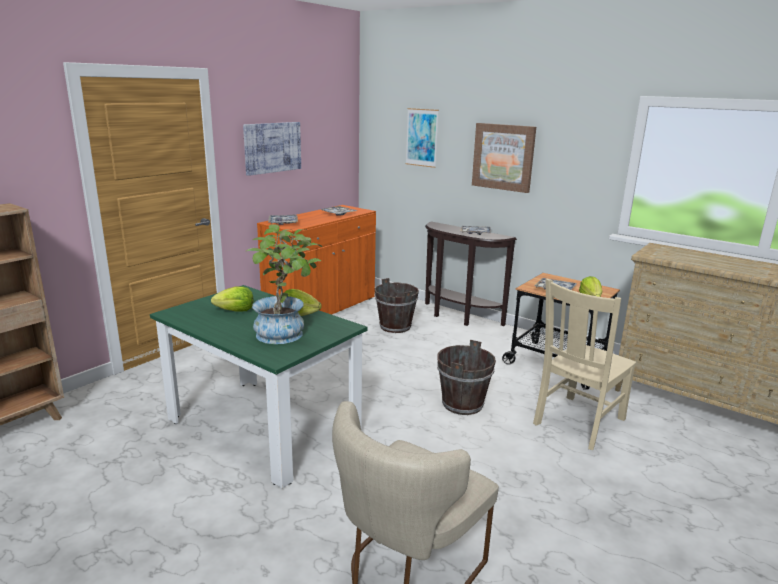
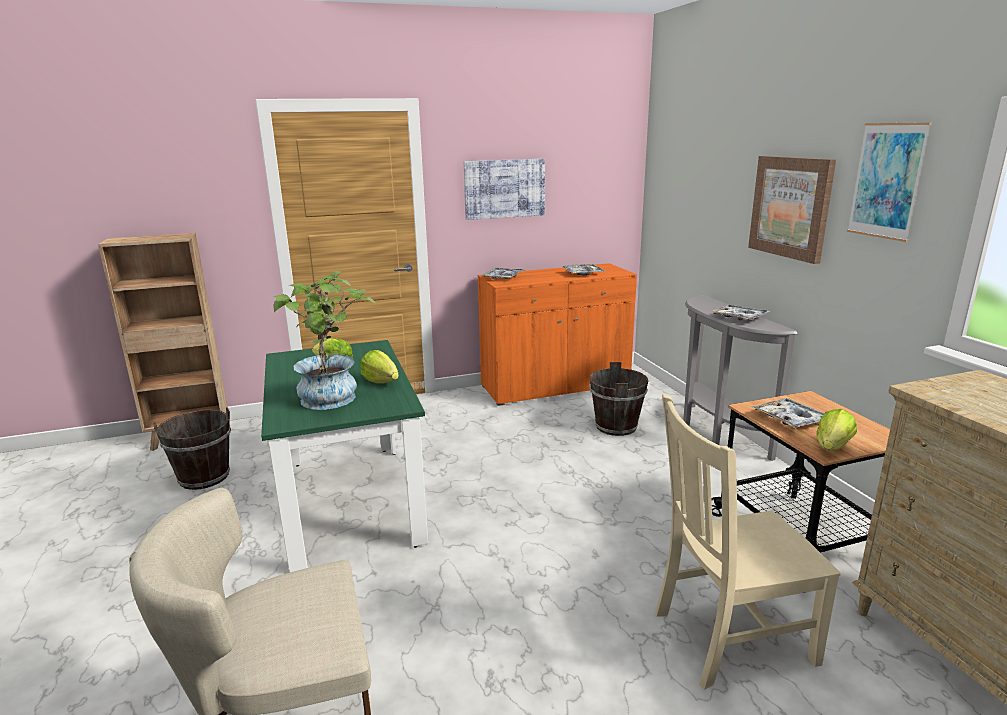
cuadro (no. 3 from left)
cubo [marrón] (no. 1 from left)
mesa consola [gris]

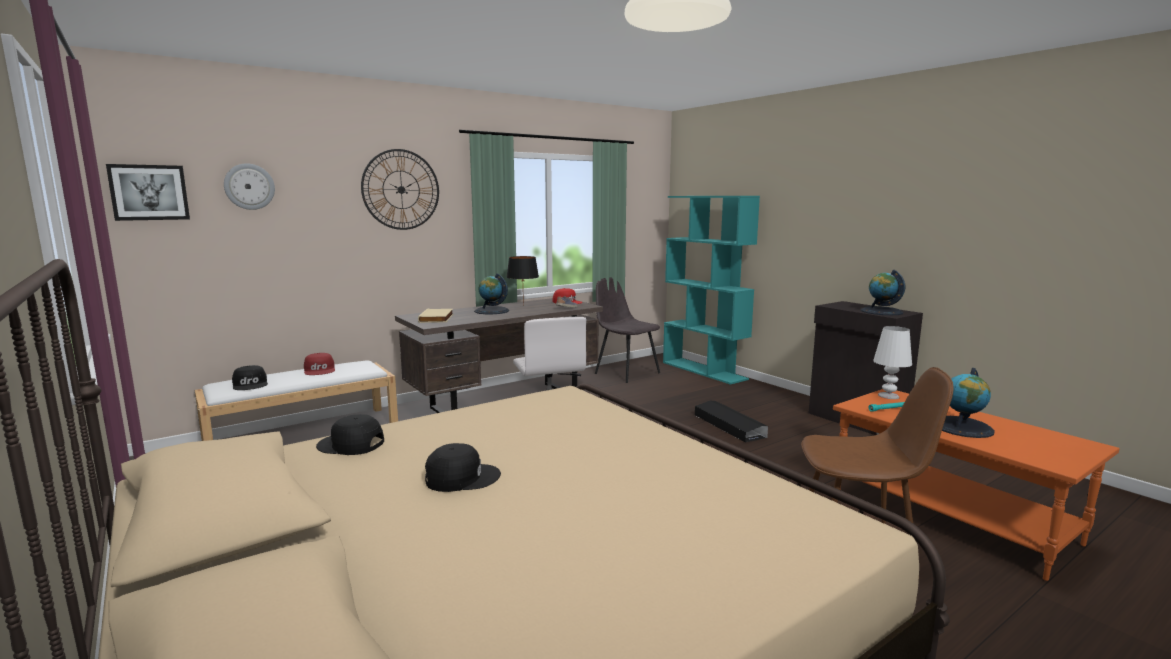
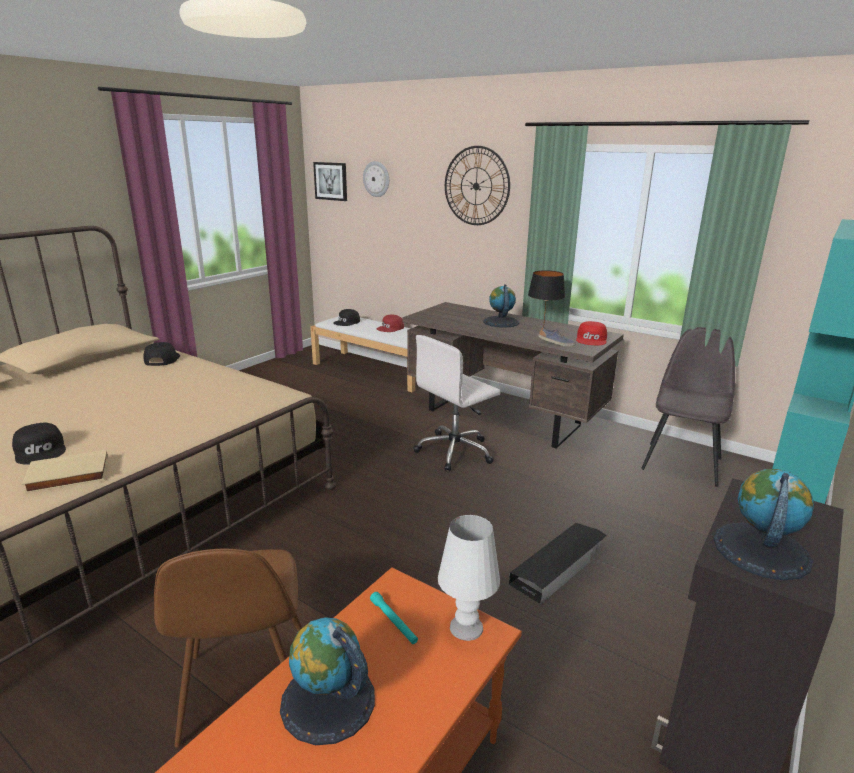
libro [beis]
gorra [negro] (no. 1 from left)

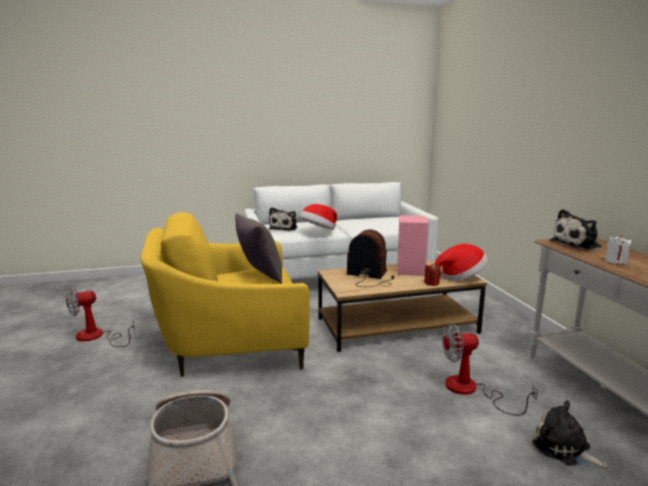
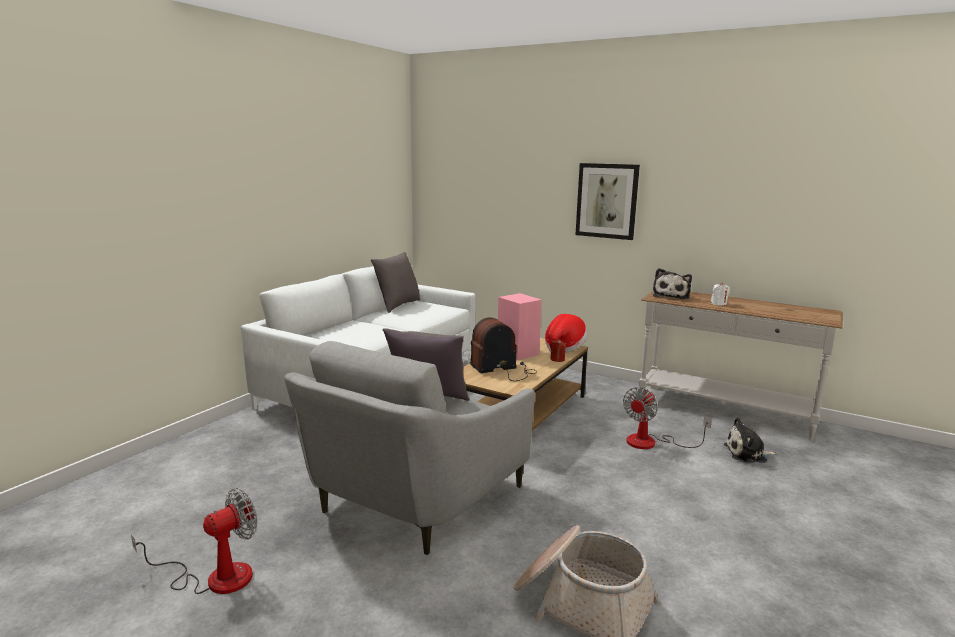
peluche (no. 1 from left in the first image)
sombrero (no. 1 from left in the first image)
cojín [gris] (no. 1 from left)
cuadro
sillón [gris]
ventilador (no. 1 from left)

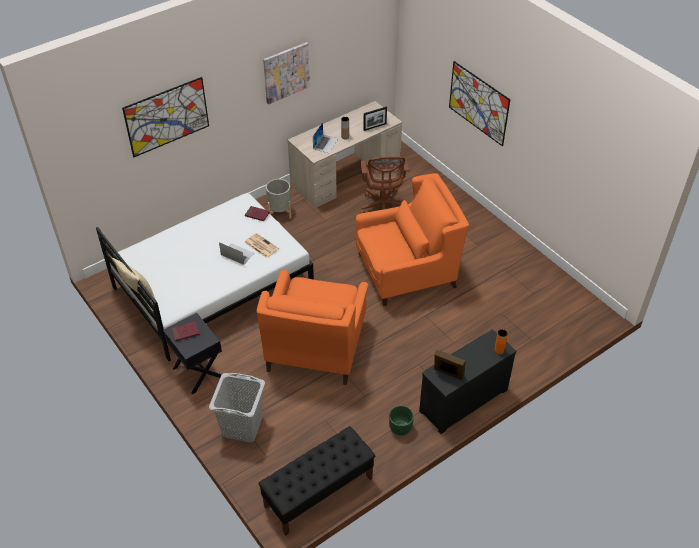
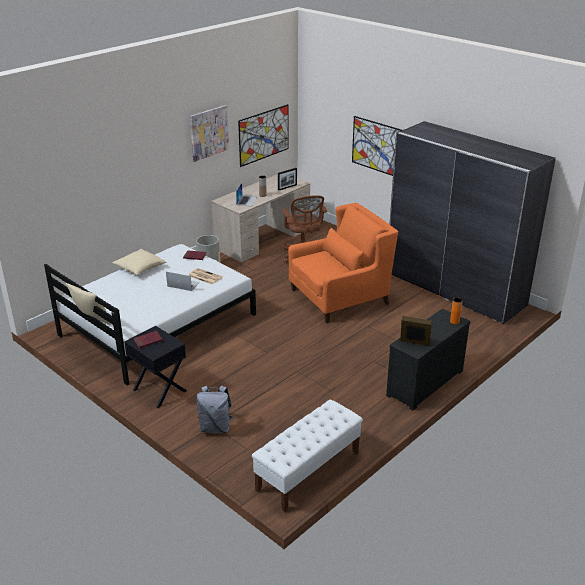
sillón [naranja] (no. 1 from left in the first image)
maceta [verde]
cojín [beis] (no. 2 from left)
armario ropero [gris]
cuadro (no. 2 from left)
mochila [gris]
banco [blanco]

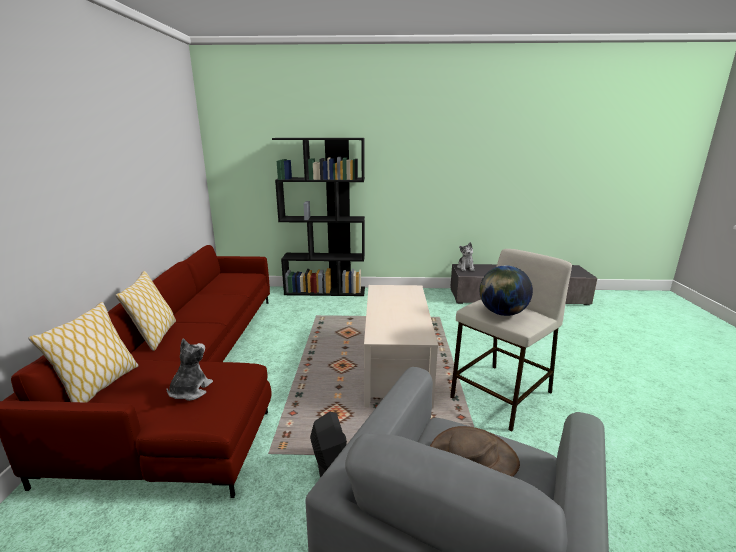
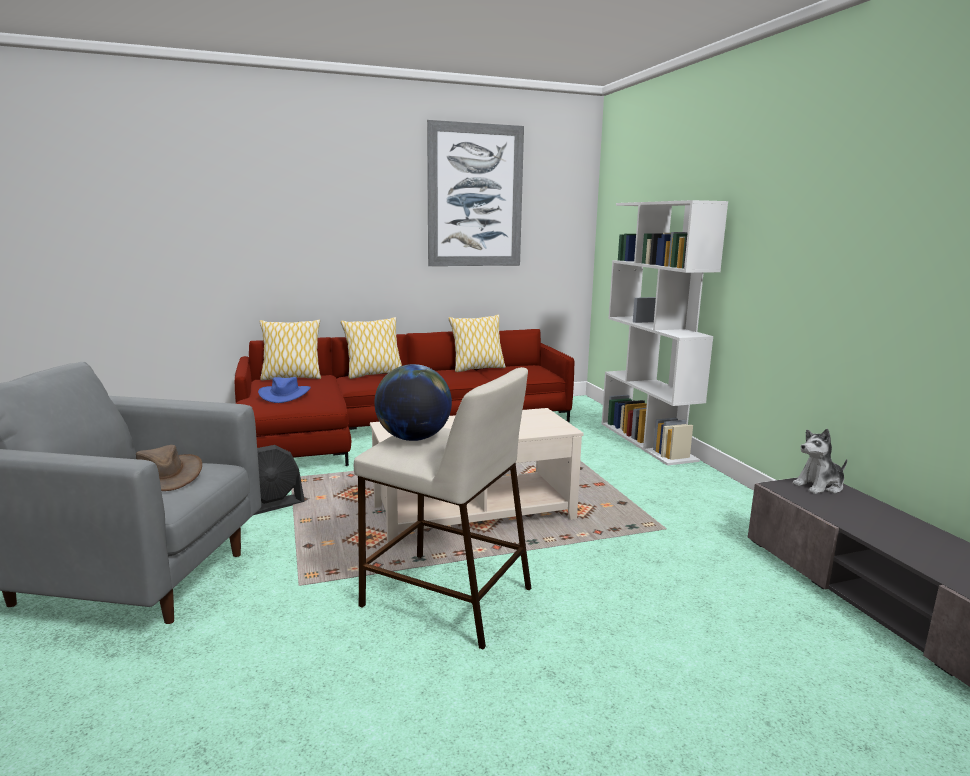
cuadro
cojín (no. 3 from left)
sombrero [azul]
estantería [blanco]

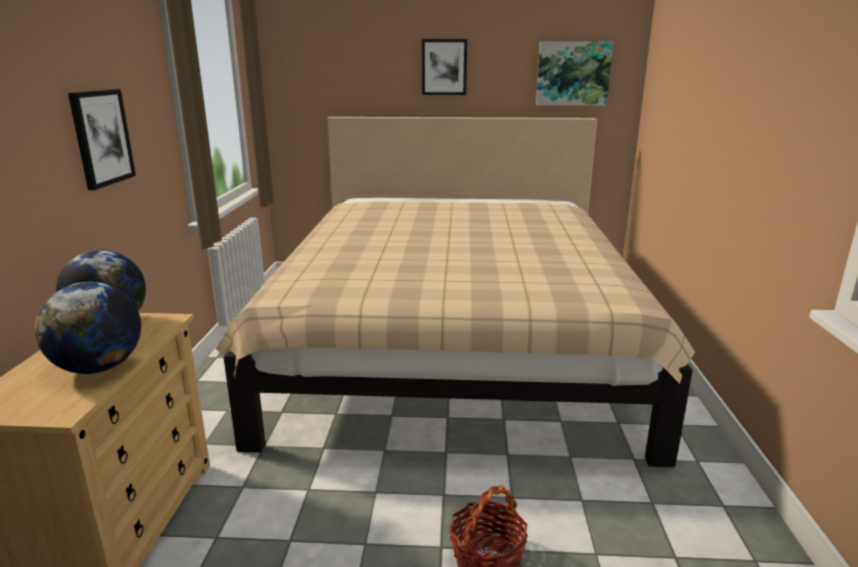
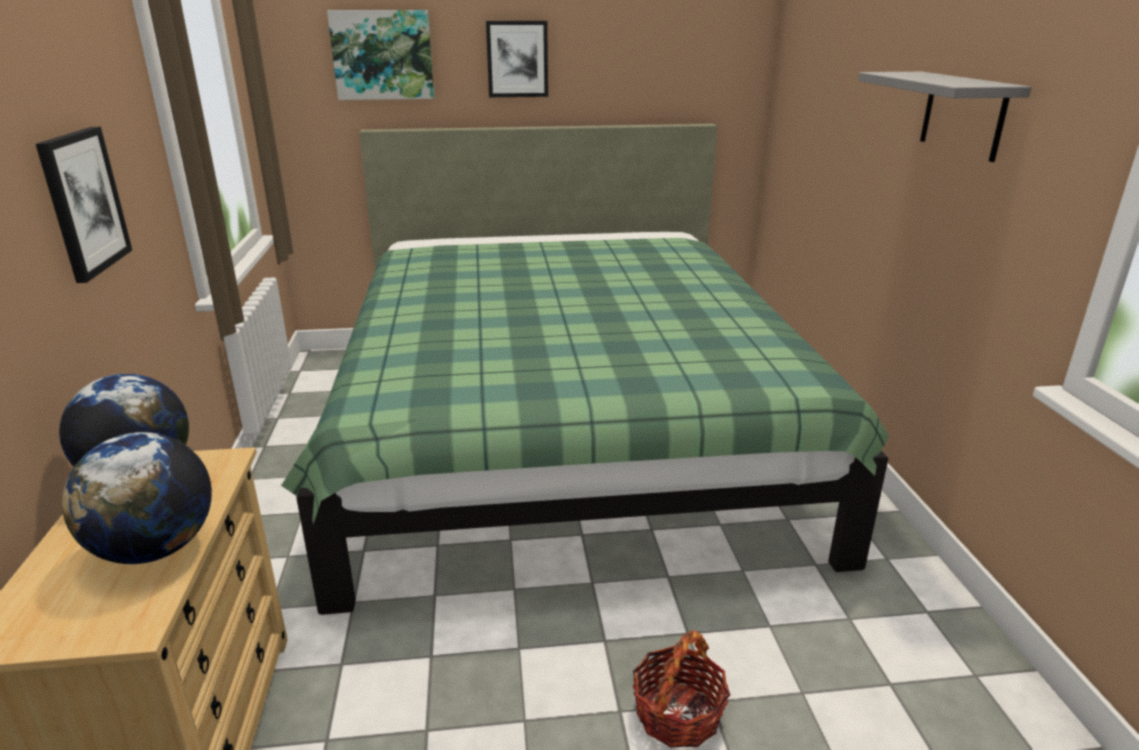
estante [gris]
cuadro (no. 2 from left)
cama [verde]

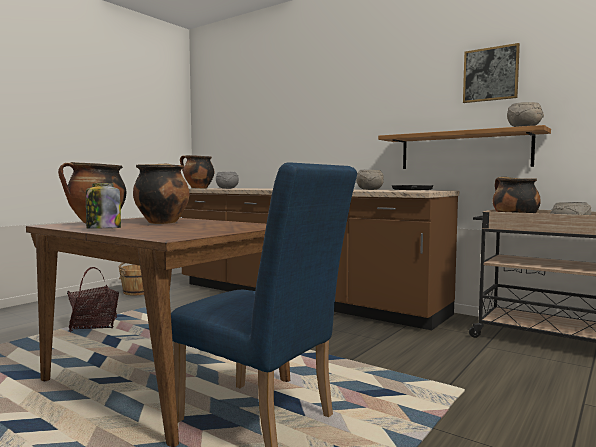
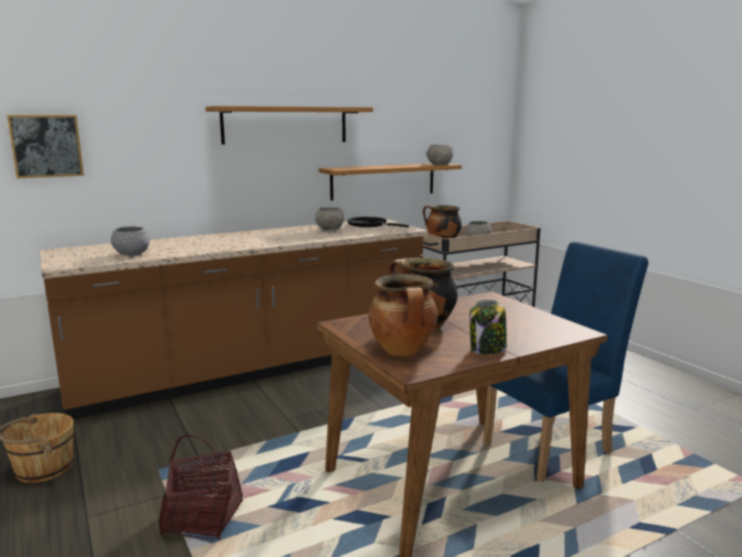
olla (no. 3 from left in the first image)
estante (no. 1 from left)
cuadro

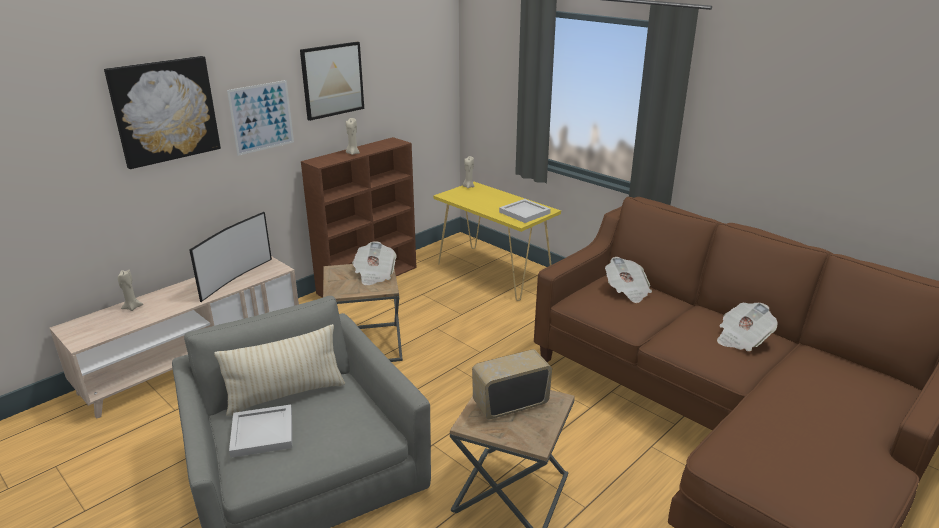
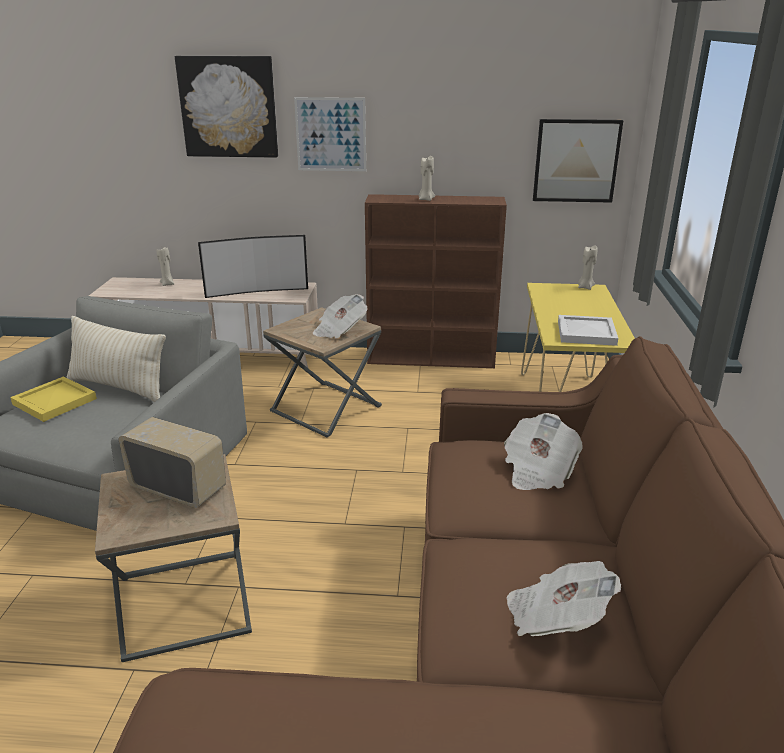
cuadro (no. 3 from left)
bandeja [amarillo]

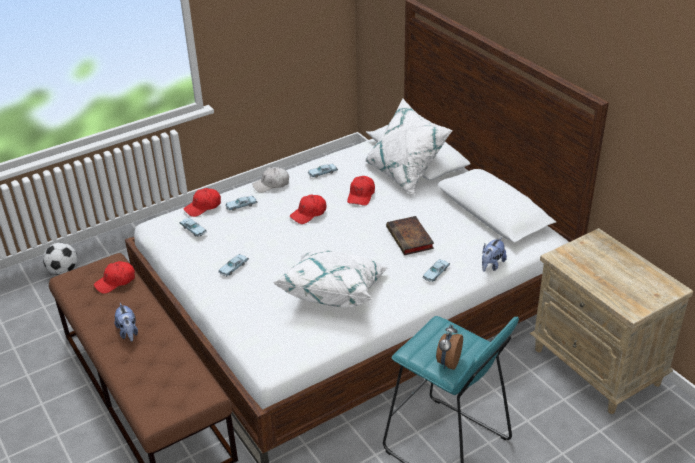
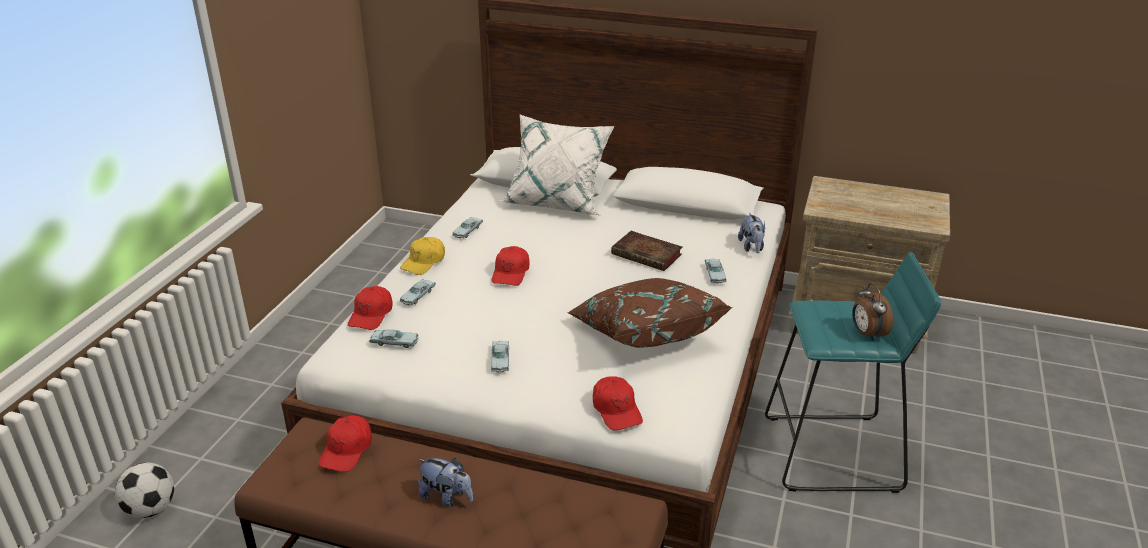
gorra [rojo] (no. 4 from left)
gorra [amarillo]
cojín [marrón]

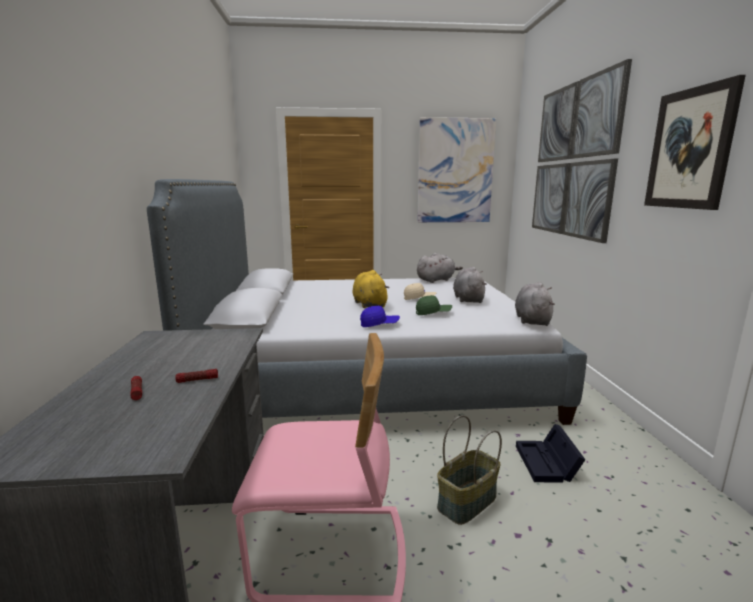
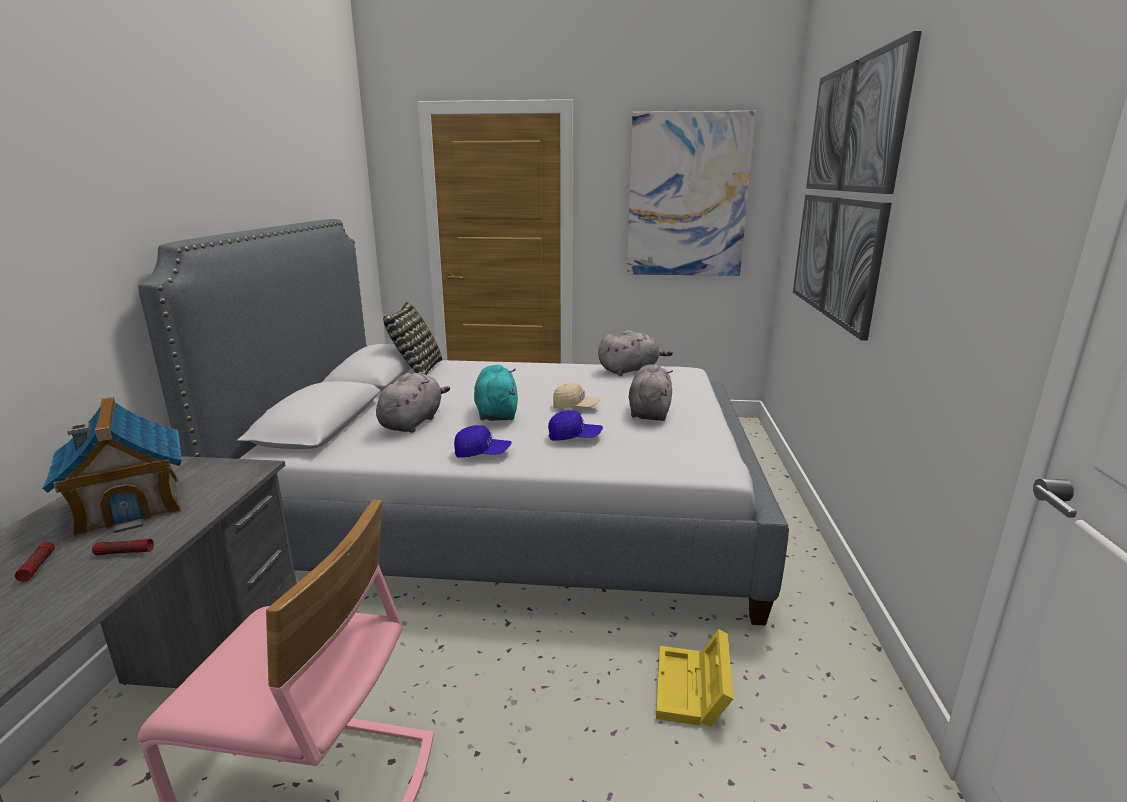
cesta
cuadro (no. 3 from left in the first image)
casita
cojín
peluche [gris] (no. 1 from left)
peluche [turquesa]
gorra [azul] (no. 2 from left)
caja de almacenaje [amarillo]

